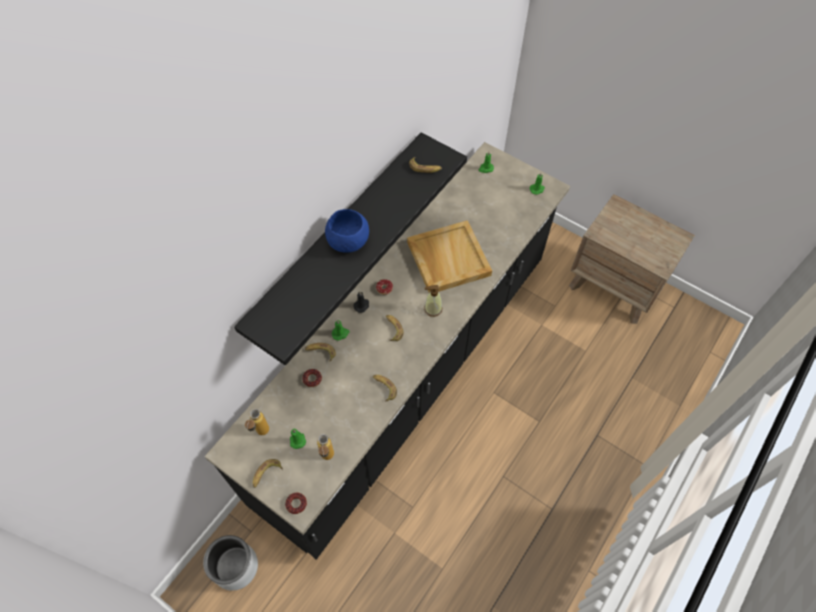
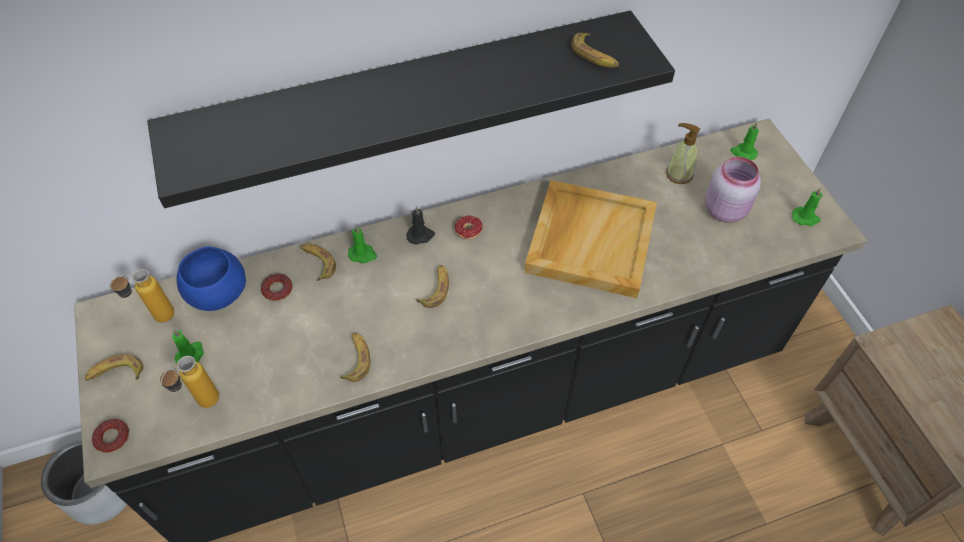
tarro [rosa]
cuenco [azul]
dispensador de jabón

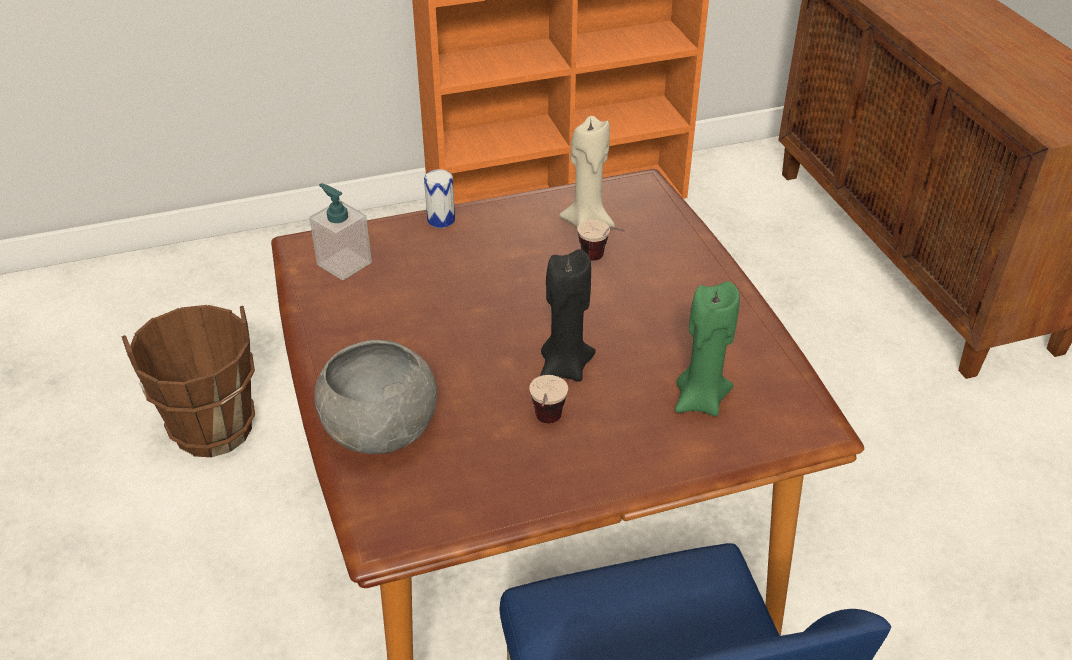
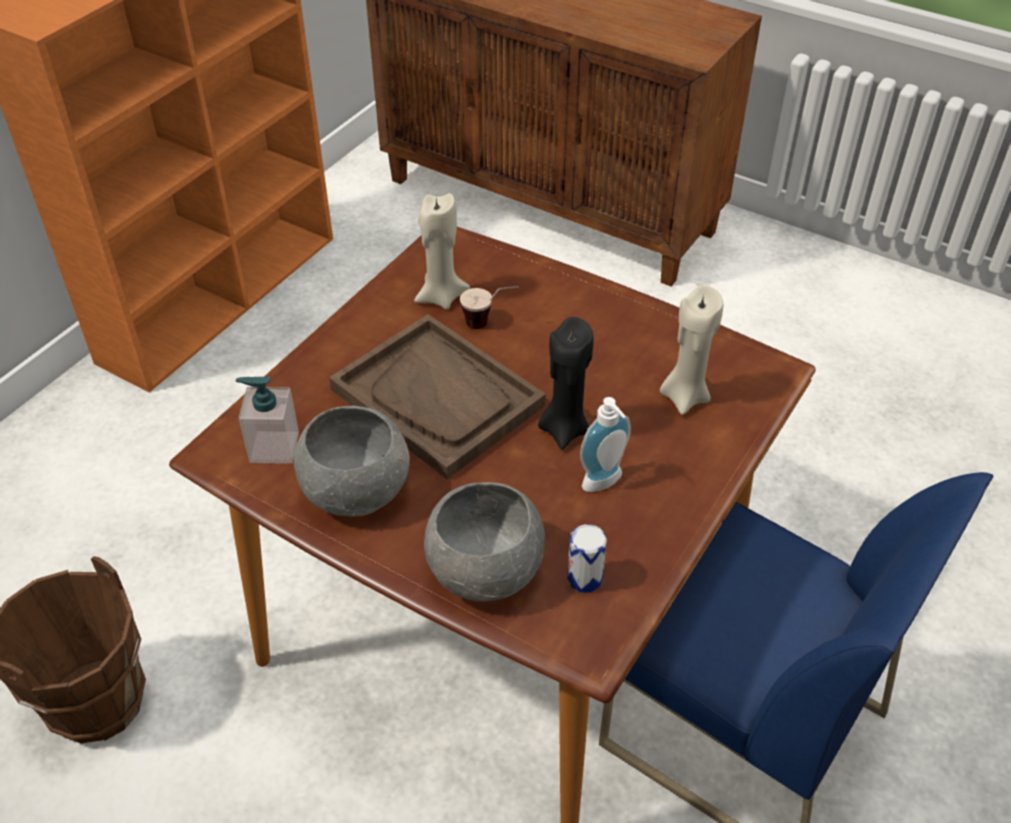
cuenco [gris] (no. 1 from left)
bandeja [marrón]
lata
dispensador de jabón (no. 2 from left)
vela [beis] (no. 2 from left)

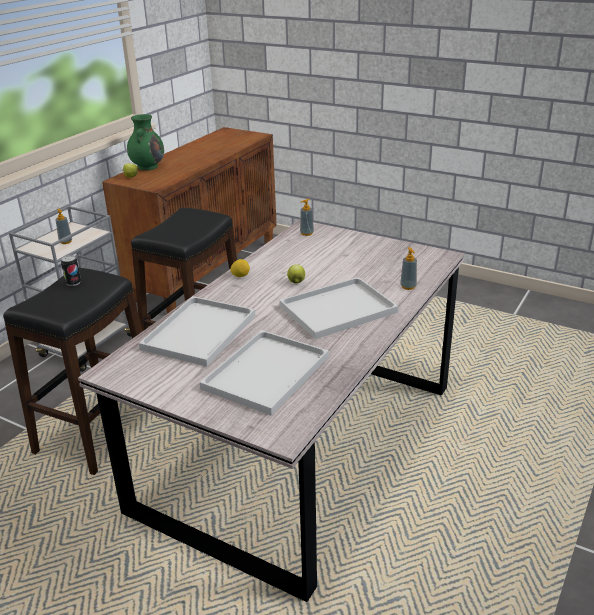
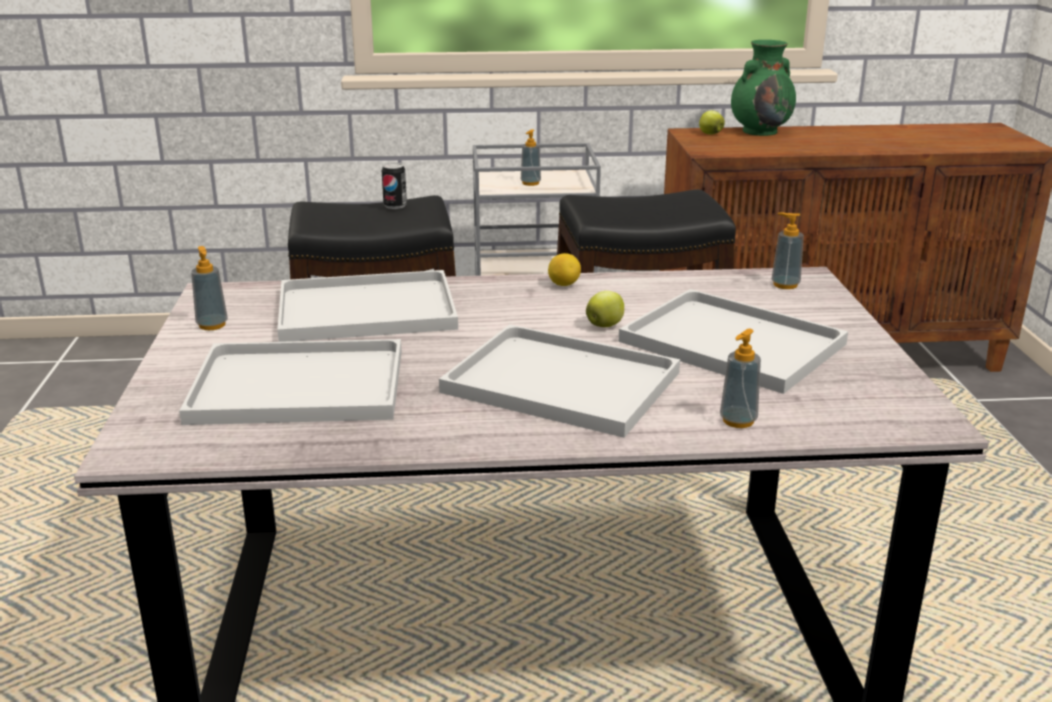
dispensador de jabón (no. 1 from left)
bandeja [blanco] (no. 4 from left)

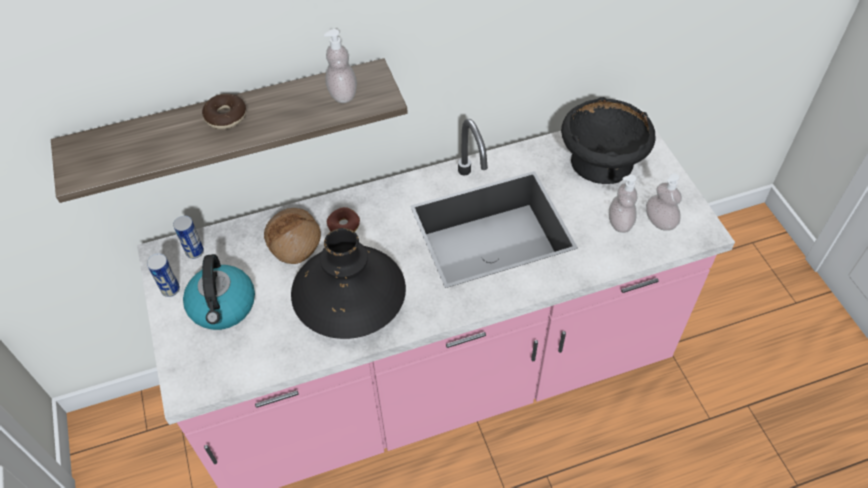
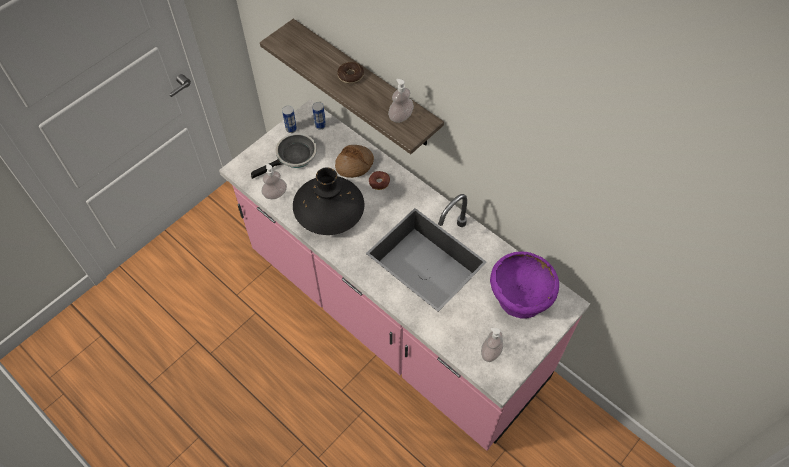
dispensador de jabón (no. 1 from left)
sartén
cuenco [morado]

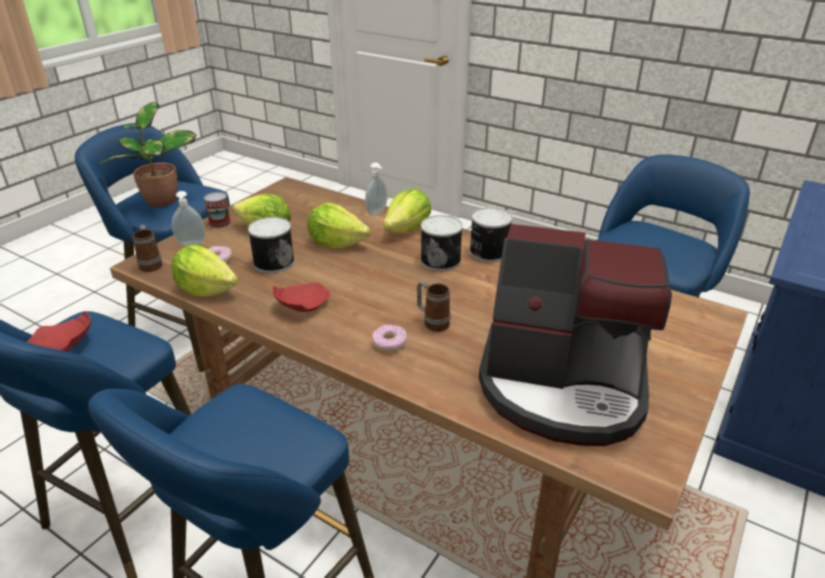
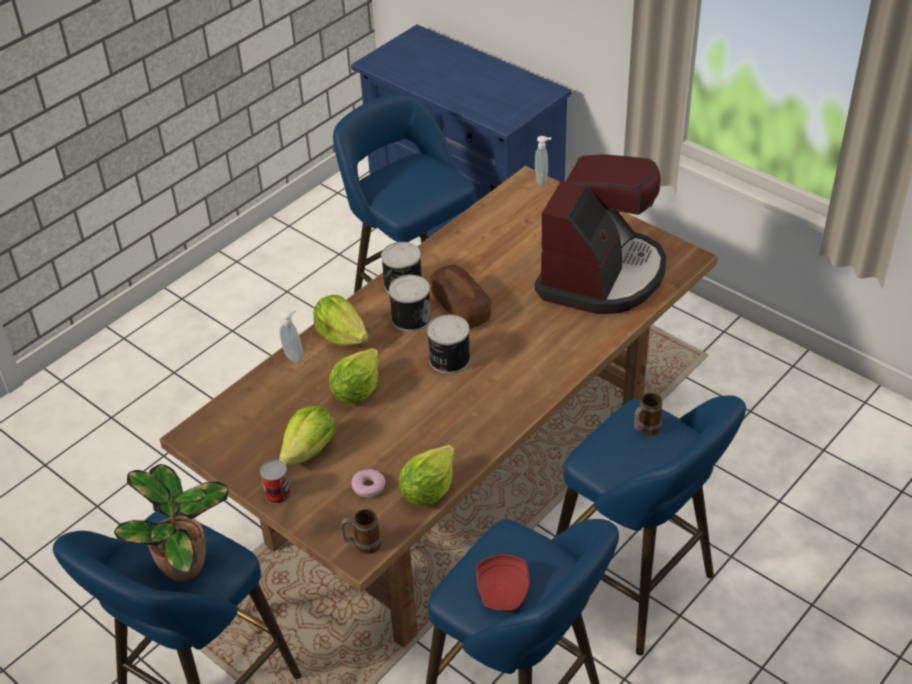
plato [rojo] (no. 2 from left in the first image)
rosquilla (no. 2 from left in the first image)
pan
dispensador de jabón (no. 2 from left)
lata (no. 4 from left)
taza grande (no. 2 from left)

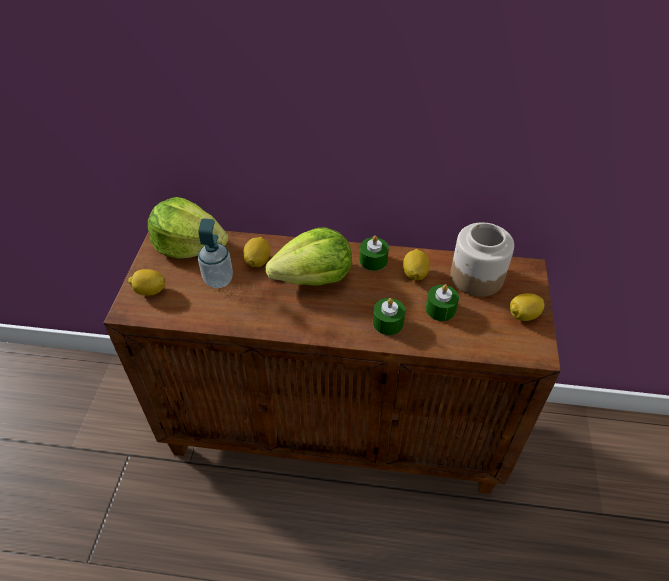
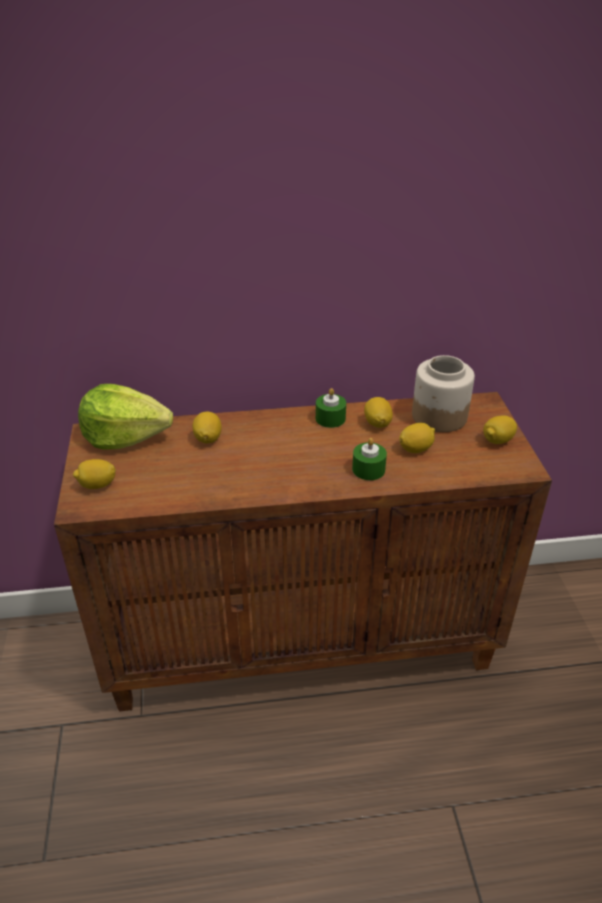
dispensador de jabón
lechuga (no. 2 from left in the first image)
limón (no. 4 from left)

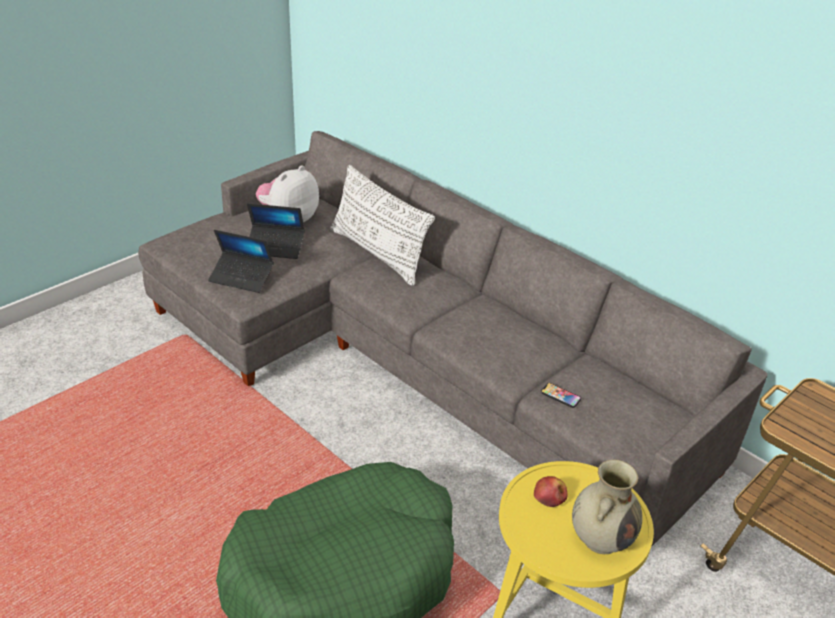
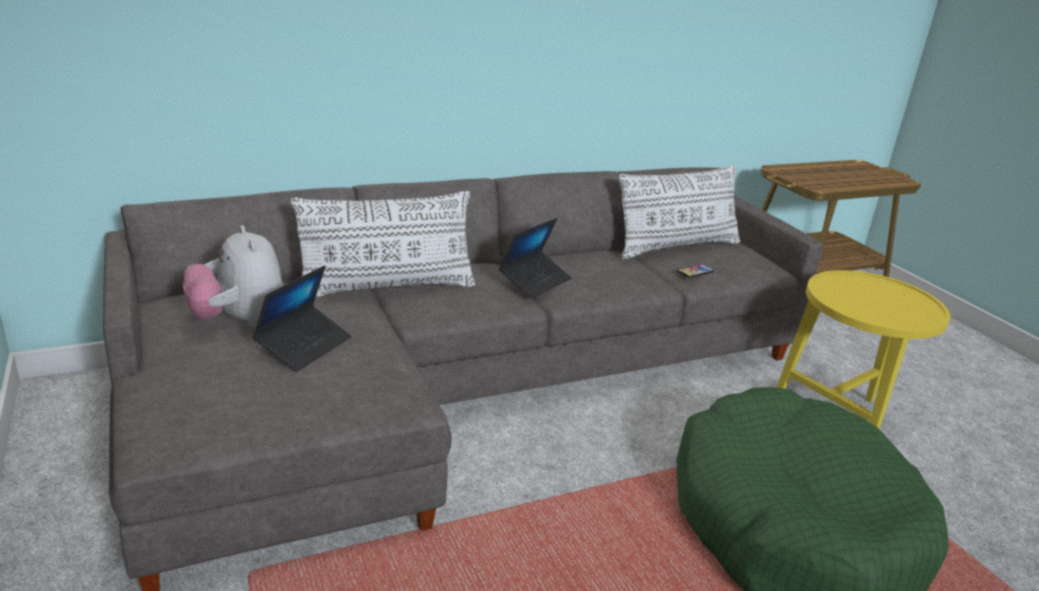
manzana
florero [beis]
cojín [blanco] (no. 2 from left)
portátil (no. 2 from left)

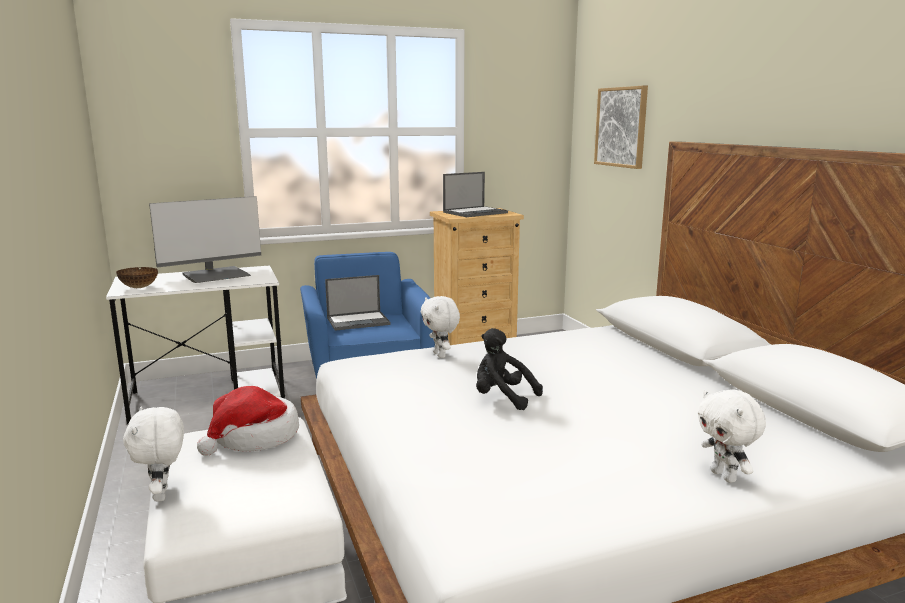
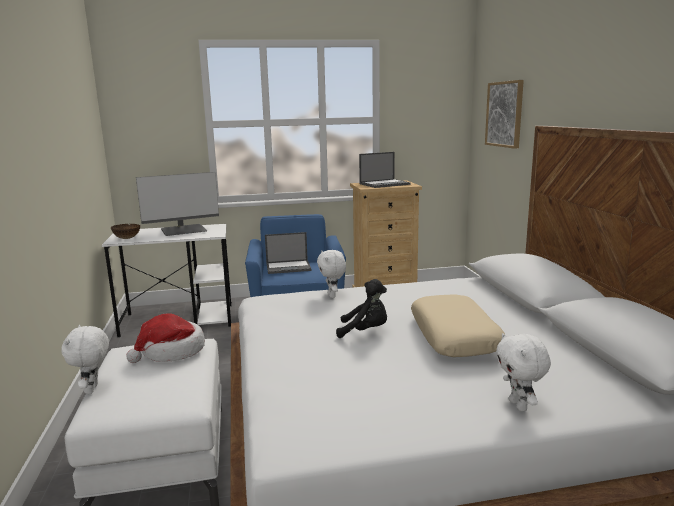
cojín [beis]
peluche [negro]

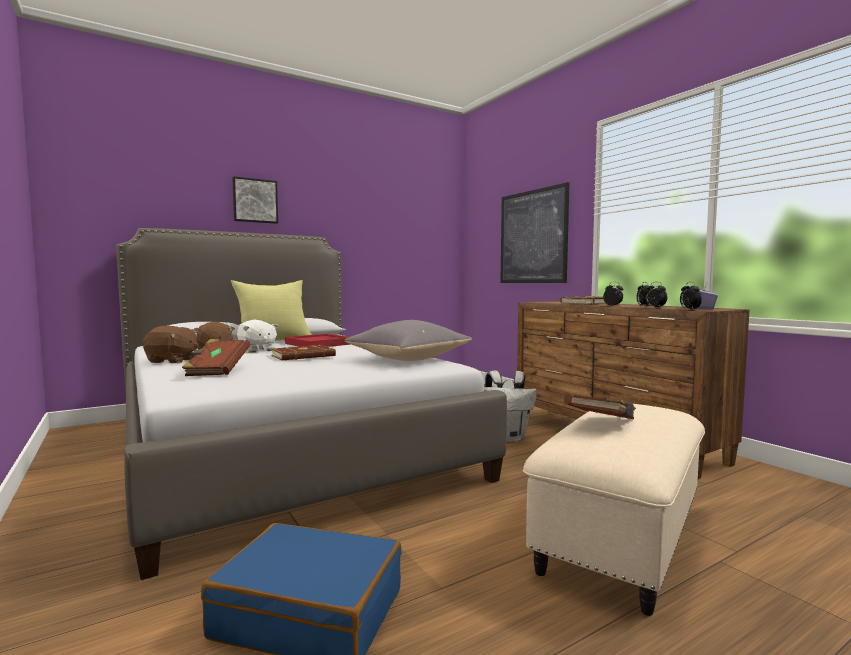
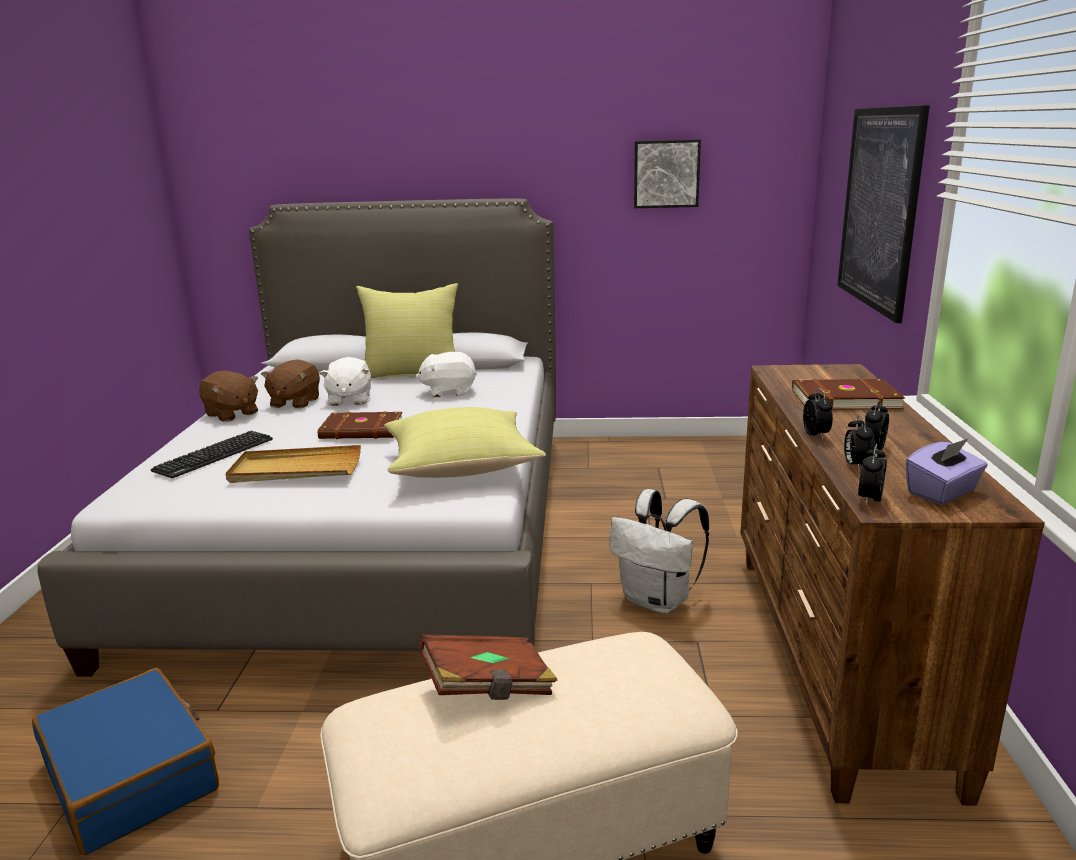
bandeja [beis]
cuadro (no. 1 from left)
teclado
peluche [blanco] (no. 2 from left)
cojín [amarillo] (no. 2 from left)

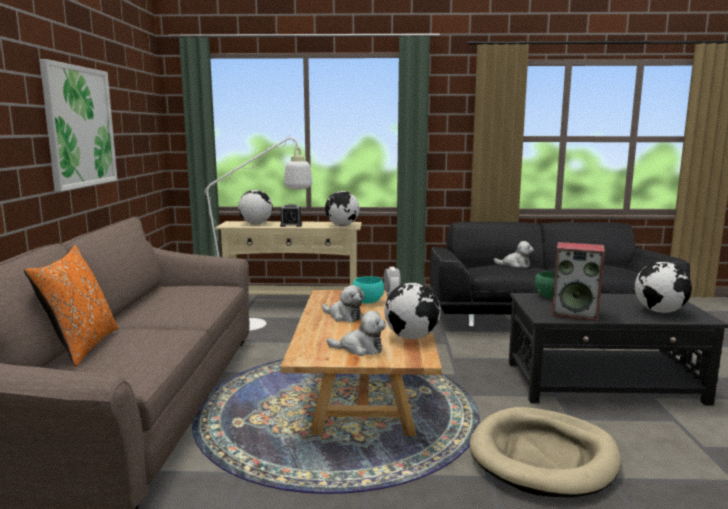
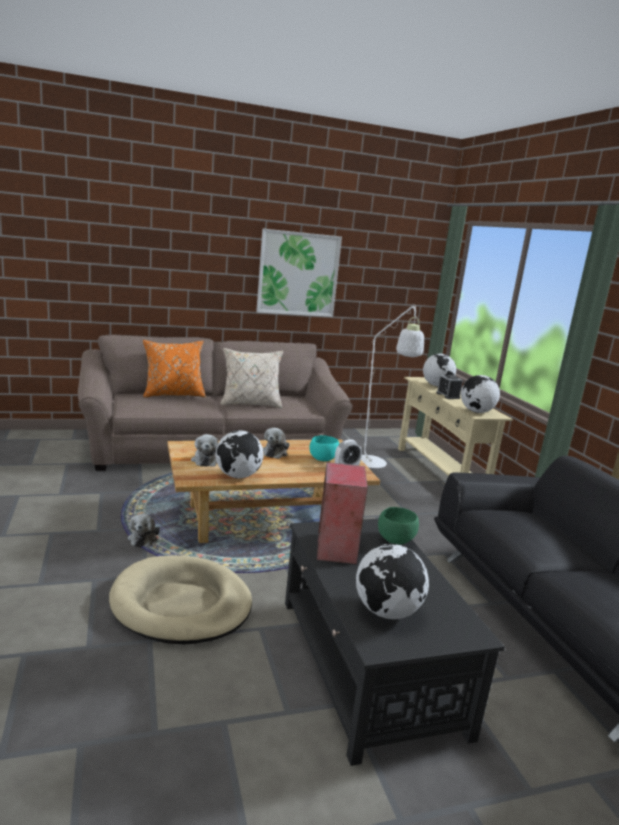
cojín [beis]
peluche (no. 1 from left)

